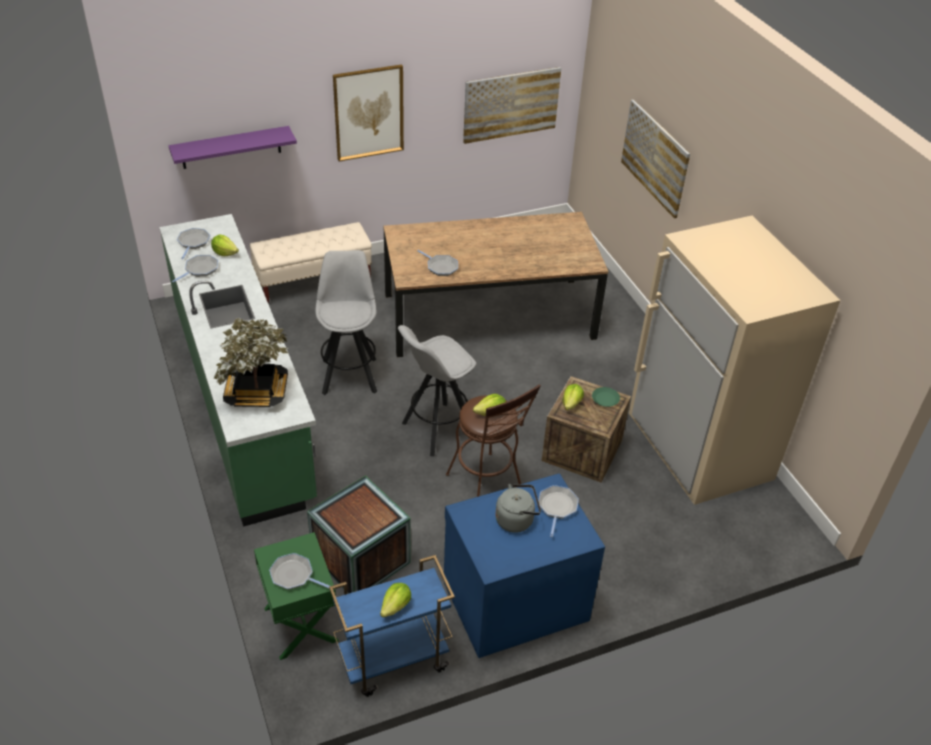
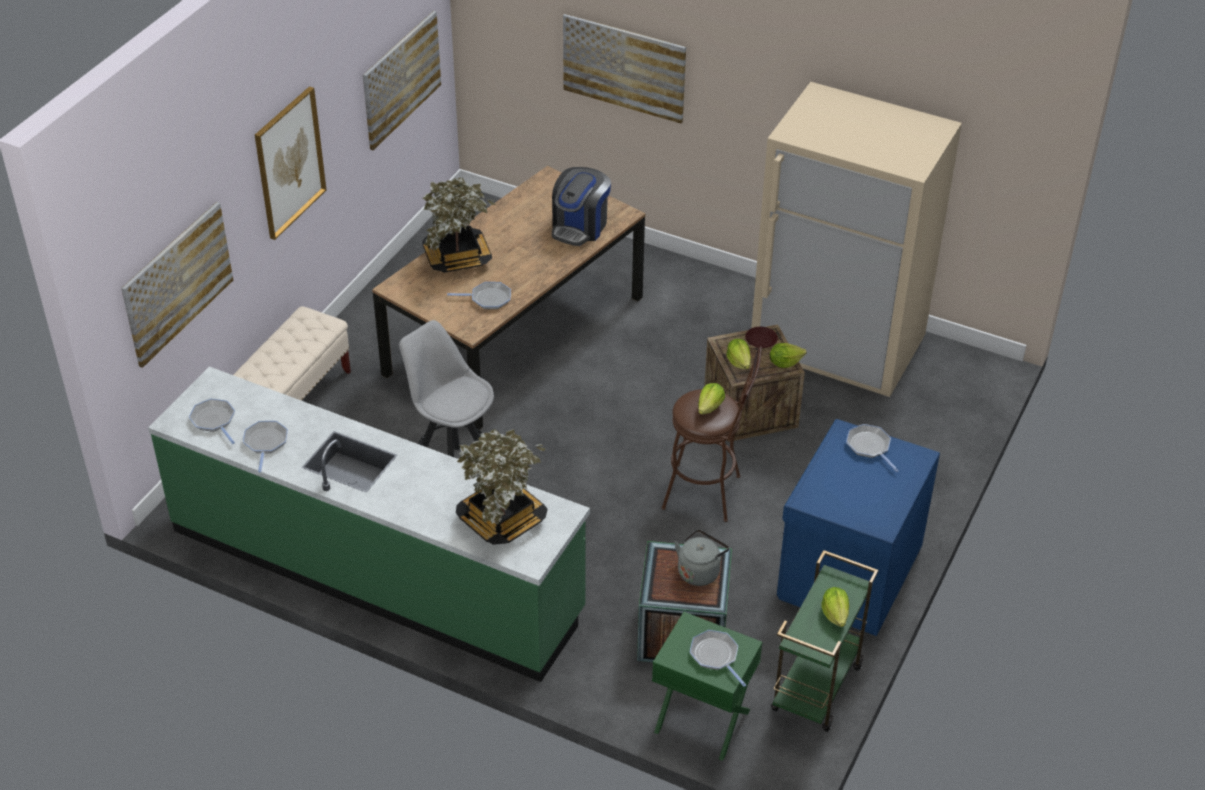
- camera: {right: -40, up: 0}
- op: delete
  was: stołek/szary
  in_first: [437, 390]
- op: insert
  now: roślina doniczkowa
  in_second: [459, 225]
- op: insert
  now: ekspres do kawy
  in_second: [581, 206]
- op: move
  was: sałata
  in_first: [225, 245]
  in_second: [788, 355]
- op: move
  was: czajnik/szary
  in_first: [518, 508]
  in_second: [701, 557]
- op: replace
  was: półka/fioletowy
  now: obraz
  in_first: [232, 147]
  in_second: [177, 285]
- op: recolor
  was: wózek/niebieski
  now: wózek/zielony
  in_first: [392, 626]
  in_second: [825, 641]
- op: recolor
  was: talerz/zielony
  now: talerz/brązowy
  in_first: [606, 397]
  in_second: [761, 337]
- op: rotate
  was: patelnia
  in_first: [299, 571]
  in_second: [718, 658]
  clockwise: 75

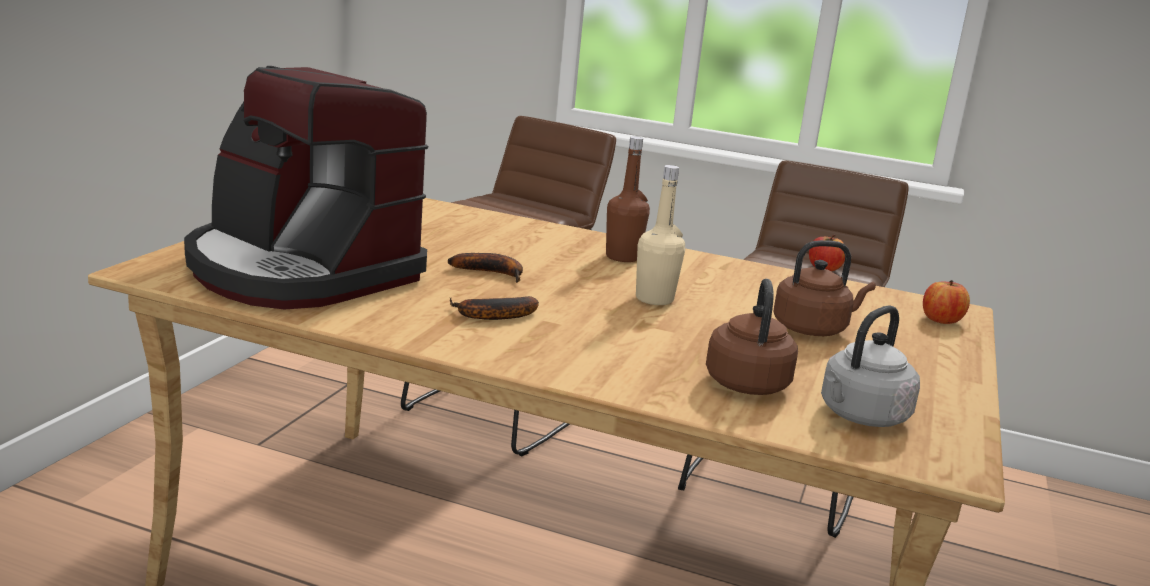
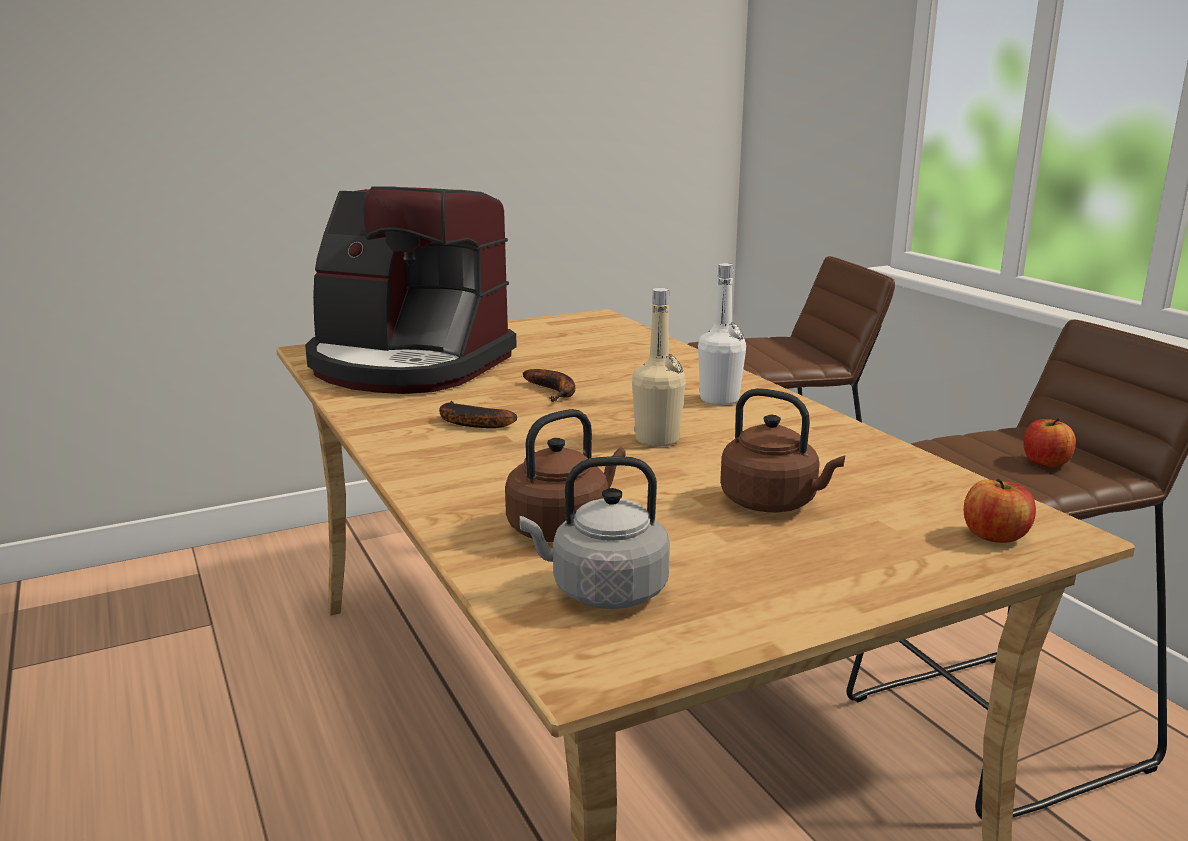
- camera: {right: 45, up: 0}
- op: recolor
  was: butelka/brązowy
  now: butelka/biały
  in_first: [628, 199]
  in_second: [722, 334]
- op: rotate
  was: ekspres do kawy
  in_first: [306, 188]
  in_second: [411, 290]
  clockwise: -60

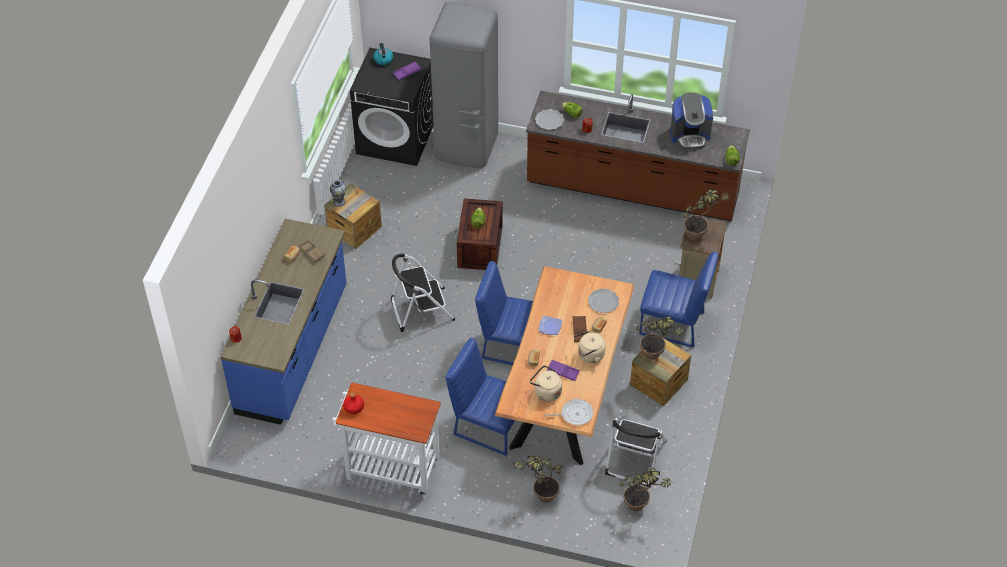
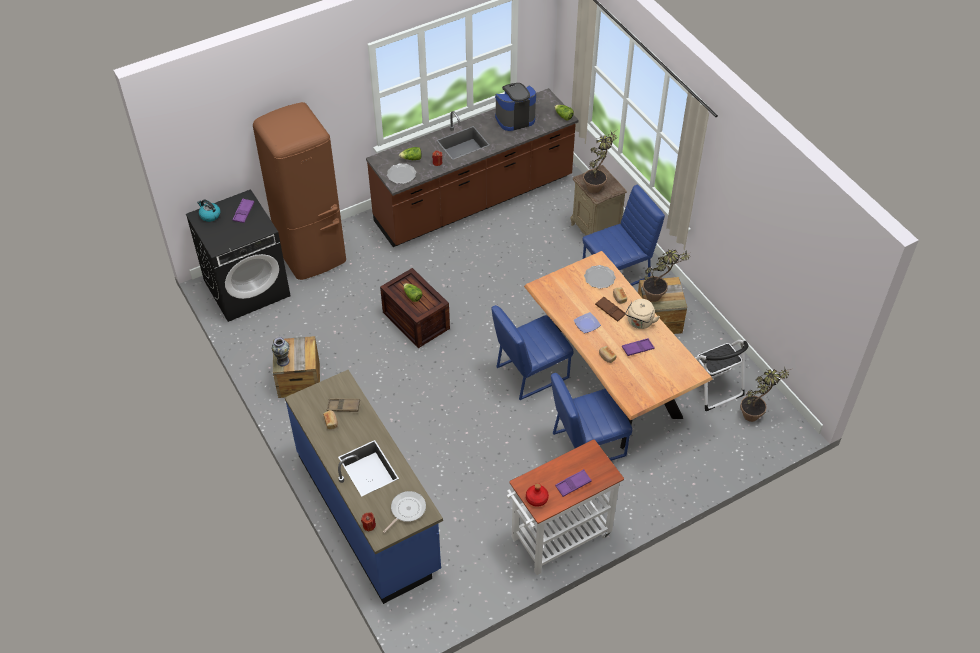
- camera: {right: -45, up: 0}
- op: delete
  was: drabinka
  in_first: [423, 293]
- op: delete
  was: roślina doniczkowa
  in_first: [537, 479]
- op: delete
  was: czajnik/beżowy
  in_first: [546, 383]
- op: insert
  now: taca/fioletowy
  in_second: [573, 483]
- op: move
  was: patelnia
  in_first: [568, 412]
  in_second: [404, 512]
- op: recolor
  was: lodówka/szary
  now: lodówka/brązowy
  in_first: [464, 85]
  in_second: [299, 191]
- op: rotate
  was: ekspres do kawy
  in_first: [691, 120]
  in_second: [515, 107]
  clockwise: -150

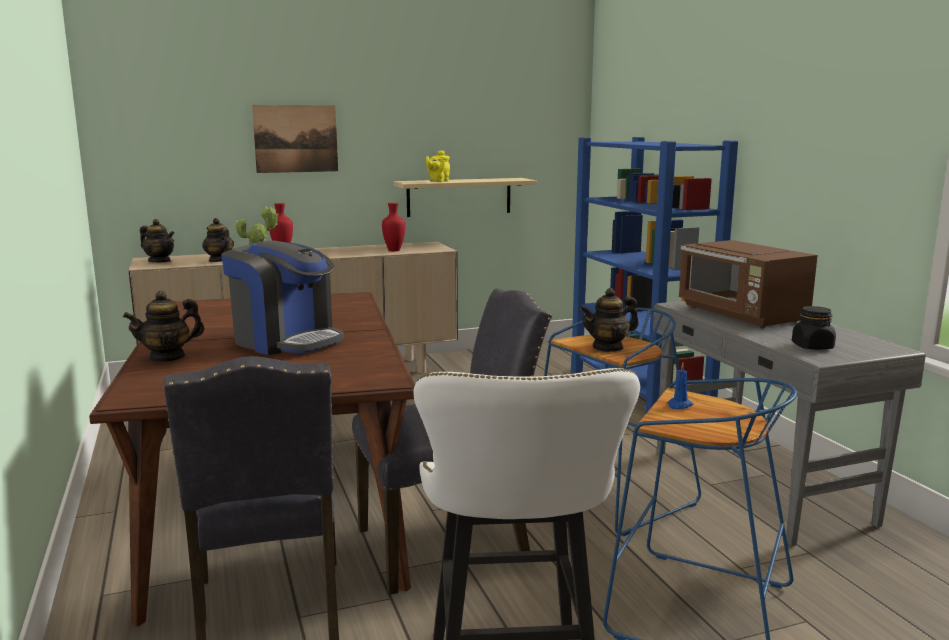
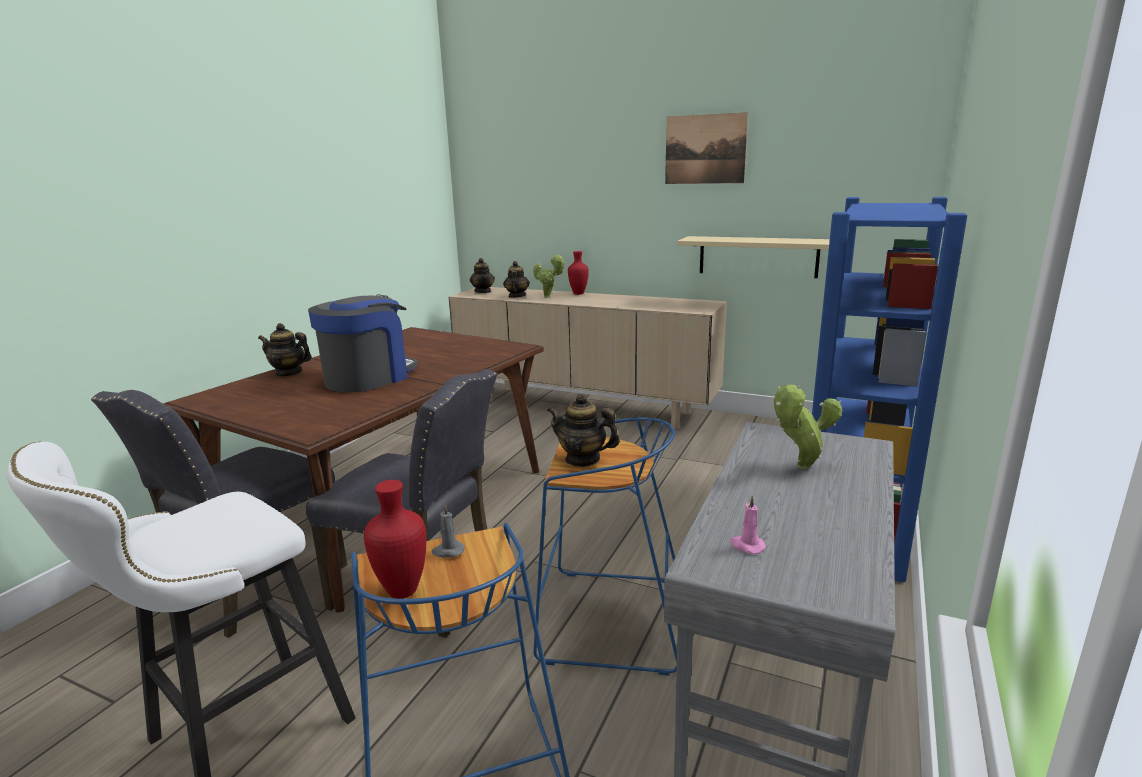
- camera: {right: 45, up: 5}
- op: delete
  was: imbryk/żółty
  in_first: [438, 166]
- op: move
  was: obraz
  in_first: [295, 139]
  in_second: [706, 148]
- op: move
  was: wazon/czerwony
  in_first: [393, 227]
  in_second: [395, 539]
- op: replace
  was: mikrofalówka/brązowy
  now: roślina doniczkowa
  in_first: [748, 284]
  in_second: [808, 427]
- op: replace
  was: słoik/czarny
  now: świeca/różowy
  in_first: [814, 328]
  in_second: [748, 525]
- op: recolor
  was: świeca/niebieski
  now: świeca/szary
  in_first: [680, 386]
  in_second: [448, 530]
- op: rotate
  was: ekspres do kawy
  in_first: [282, 297]
  in_second: [363, 343]
  clockwise: -135

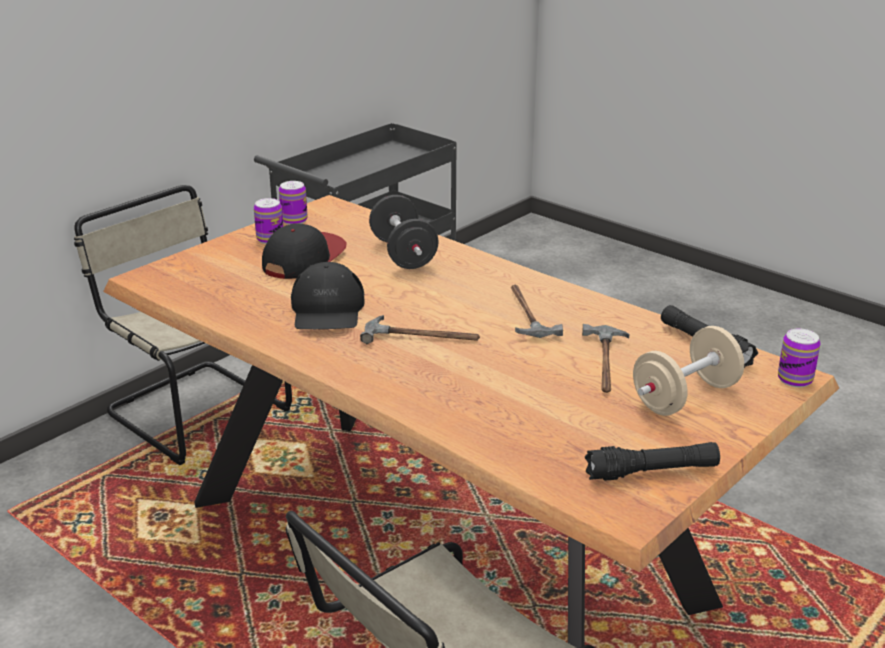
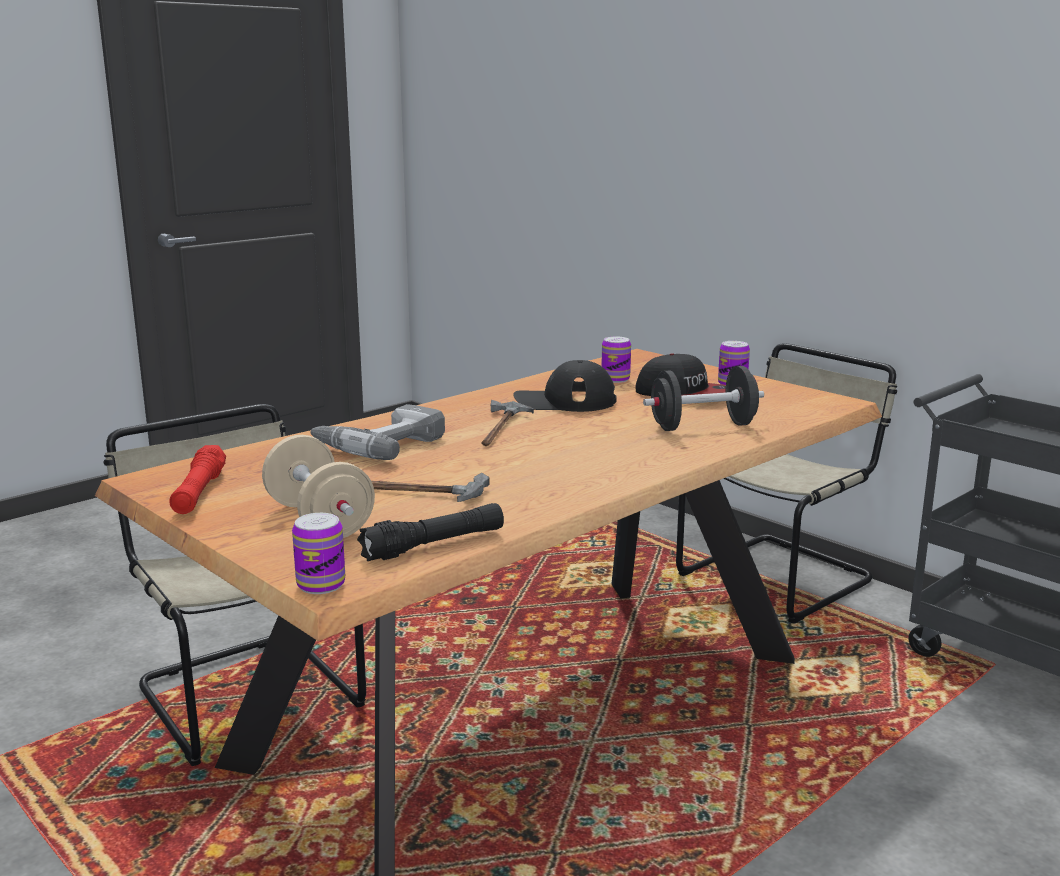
- camera: {right: 95, up: -10}
- op: delete
  was: młotek
  in_first: [537, 311]
- op: insert
  now: wiertarka
  in_second: [377, 432]
- op: move
  was: puszka
  in_first: [293, 203]
  in_second: [616, 360]
- op: recolor
  was: latarka/czarny
  now: latarka/czerwony
  in_first: [652, 461]
  in_second: [197, 479]

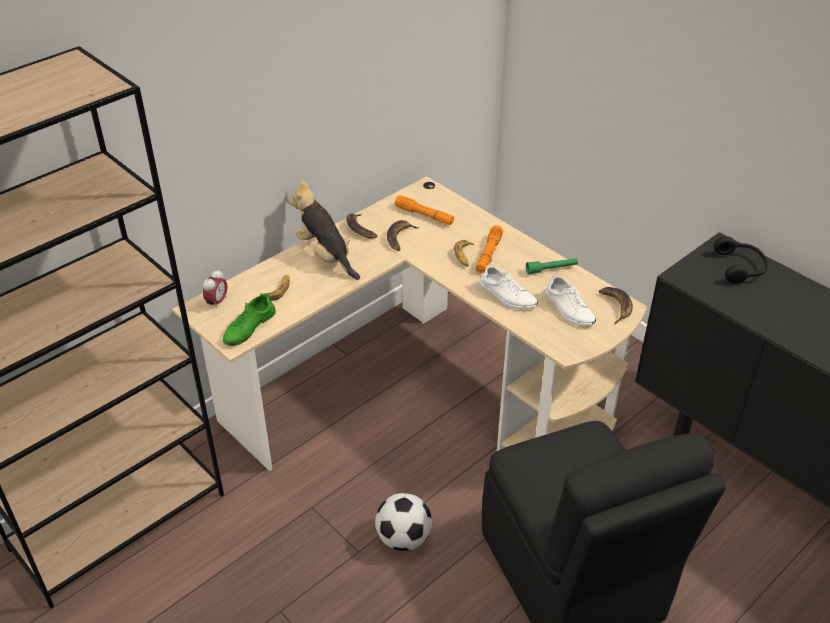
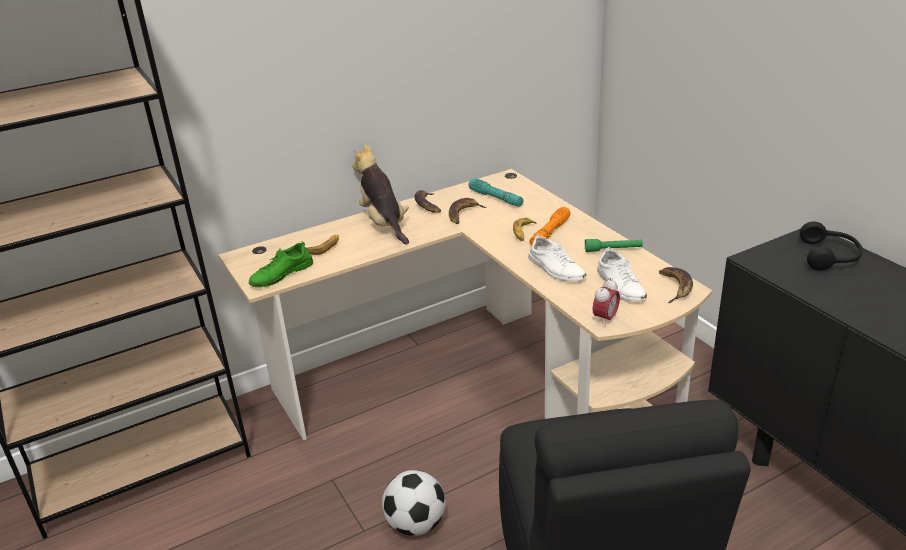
- camera: {right: 15, up: -10}
- op: move
  was: budzik
  in_first: [215, 289]
  in_second: [606, 302]
- op: recolor
  was: latarka/pomarańczowy
  now: latarka/turkusowy
  in_first: [424, 210]
  in_second: [496, 192]

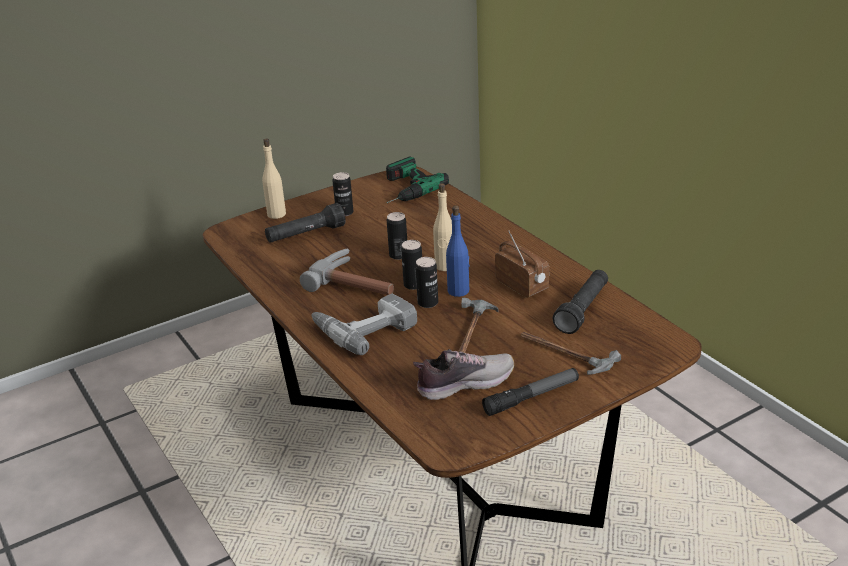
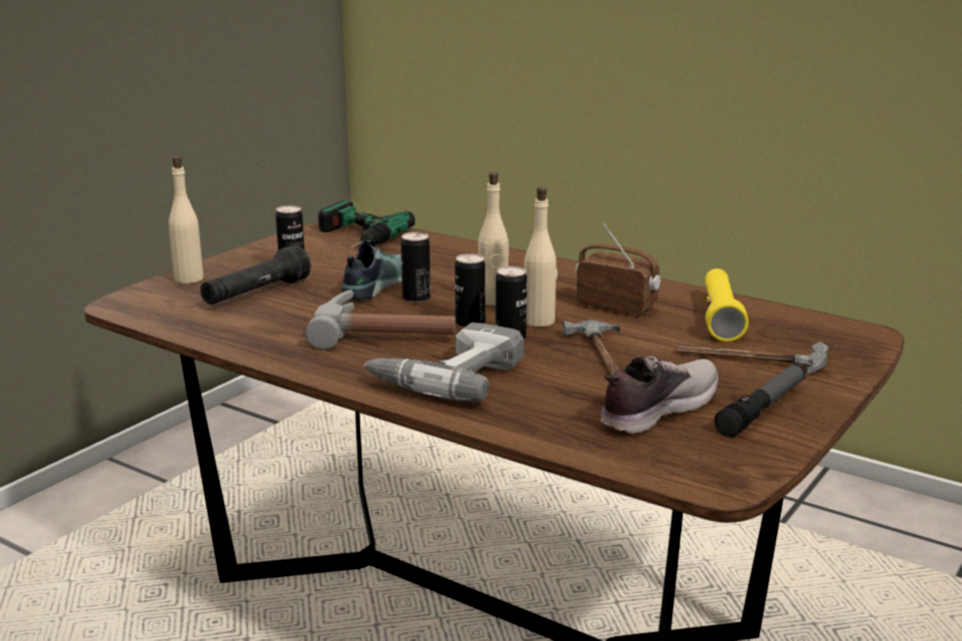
- camera: {right: -25, up: -10}
- op: insert
  now: but
  in_second: [371, 270]
- op: recolor
  was: butelka/niebieski
  now: butelka/beżowy
  in_first: [458, 251]
  in_second: [540, 257]
- op: recolor
  was: latarka/czarny
  now: latarka/żółty
  in_first: [580, 302]
  in_second: [727, 305]

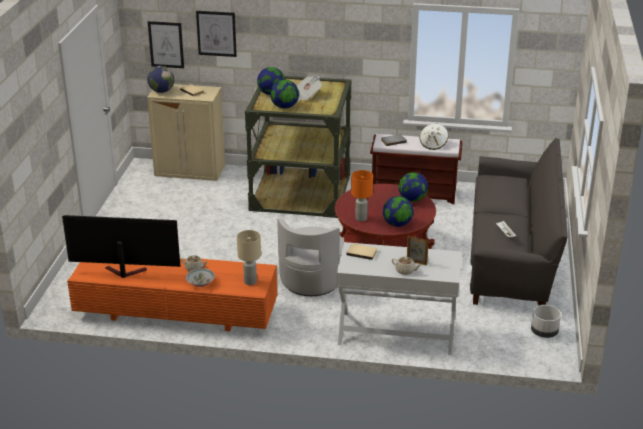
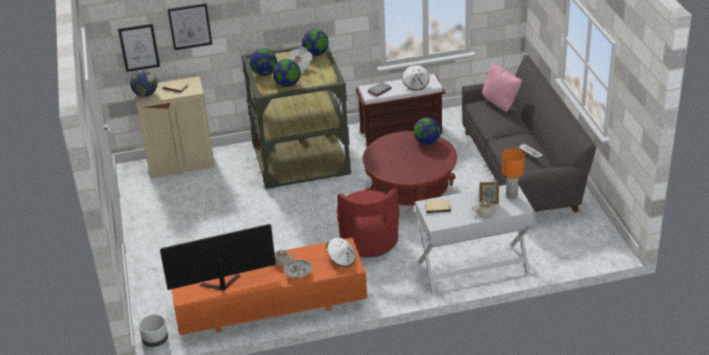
- camera: {right: -20, up: 5}
- op: insert
  now: poduszka/różowy
  in_second: [502, 87]
- op: move
  was: lampa stołowa/pomarańczowy
  in_first: [362, 196]
  in_second: [513, 174]
- op: move
  was: globus
  in_first: [398, 211]
  in_second: [315, 42]
- op: move
  was: donica/biały
  in_first: [546, 321]
  in_second: [153, 330]
- op: replace
  was: lampa stołowa/beżowy
  now: kapelusz/biały
  in_first: [249, 257]
  in_second: [341, 252]
- op: recolor
  was: fotel/biały
  now: fotel/czerwony
  in_first: [311, 257]
  in_second: [367, 222]

